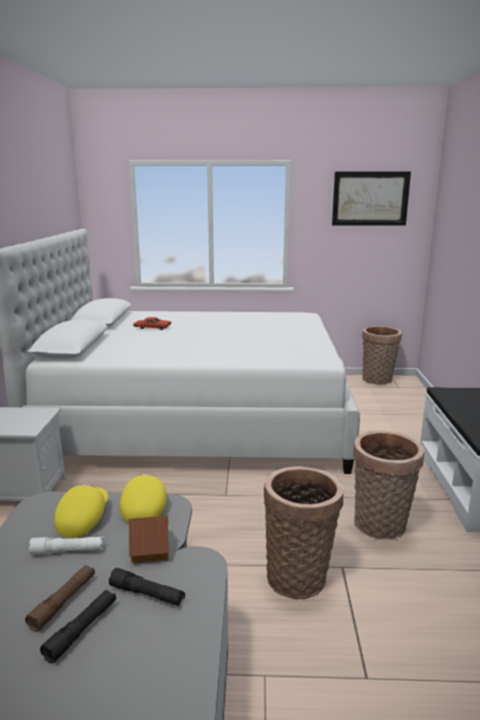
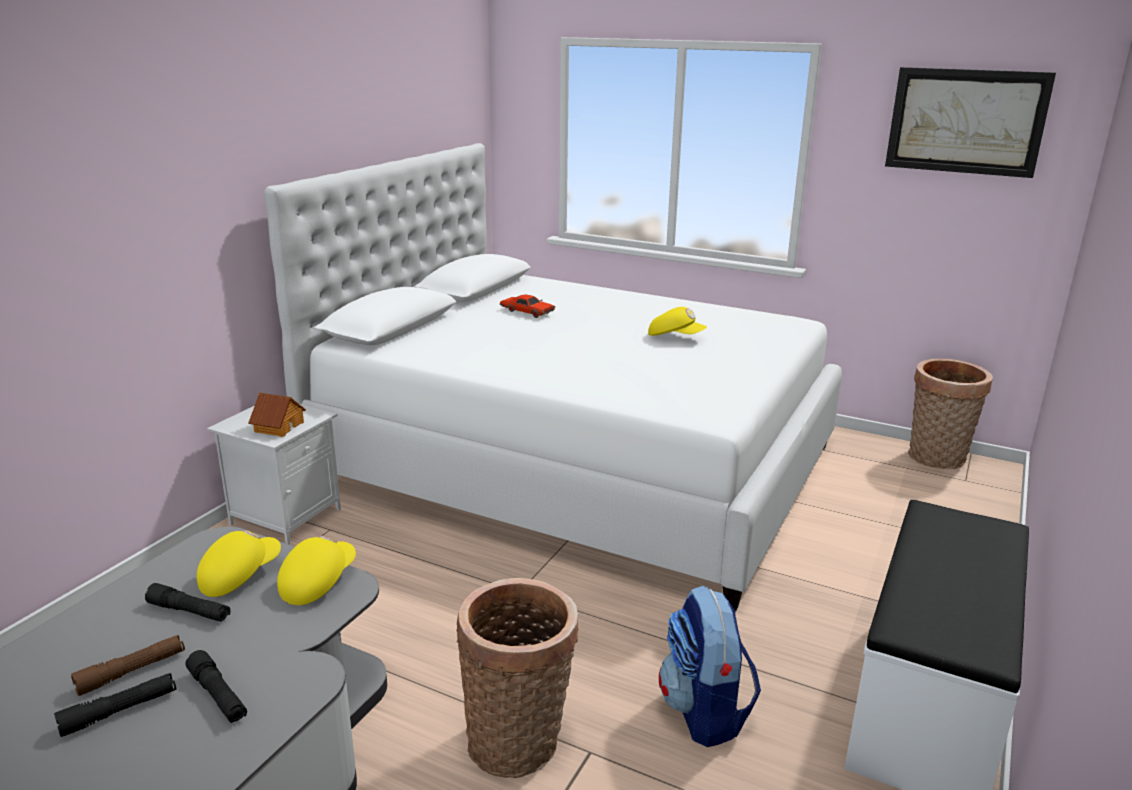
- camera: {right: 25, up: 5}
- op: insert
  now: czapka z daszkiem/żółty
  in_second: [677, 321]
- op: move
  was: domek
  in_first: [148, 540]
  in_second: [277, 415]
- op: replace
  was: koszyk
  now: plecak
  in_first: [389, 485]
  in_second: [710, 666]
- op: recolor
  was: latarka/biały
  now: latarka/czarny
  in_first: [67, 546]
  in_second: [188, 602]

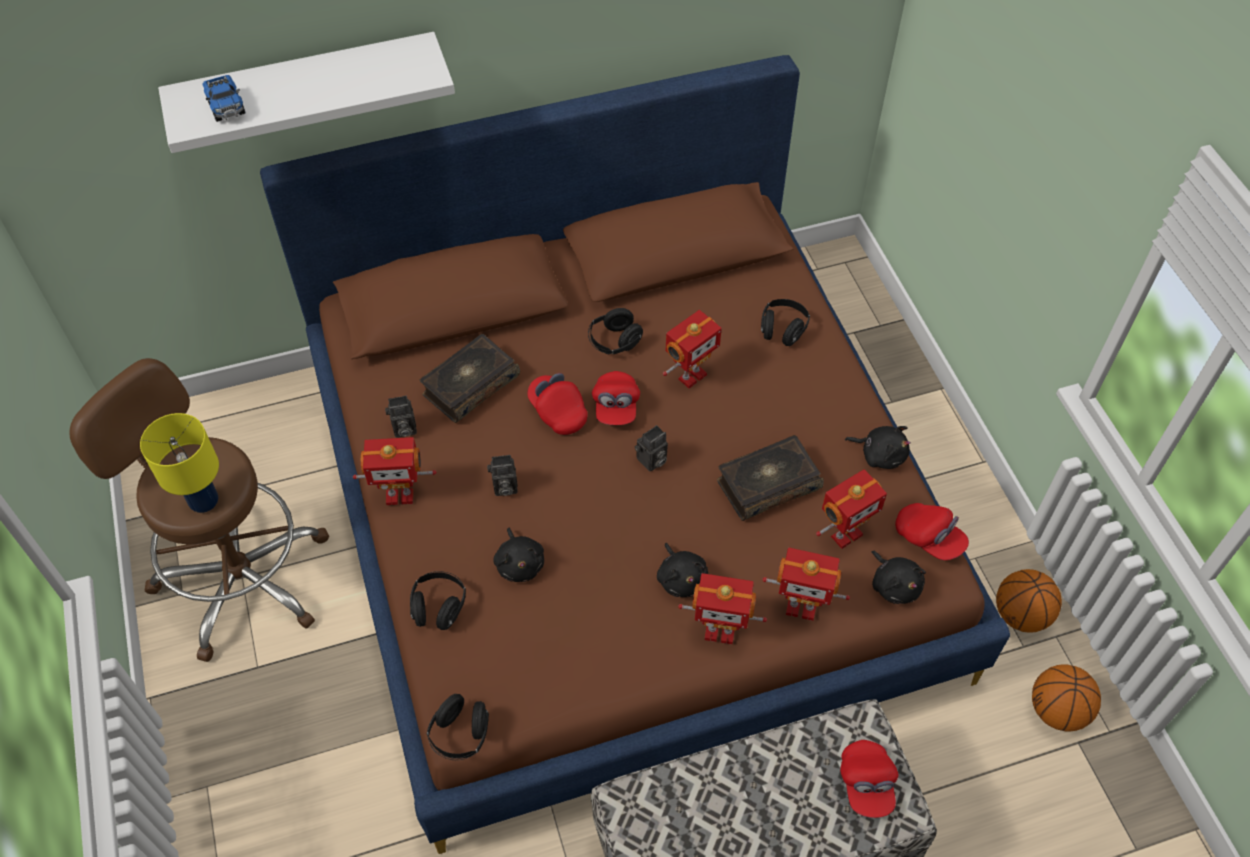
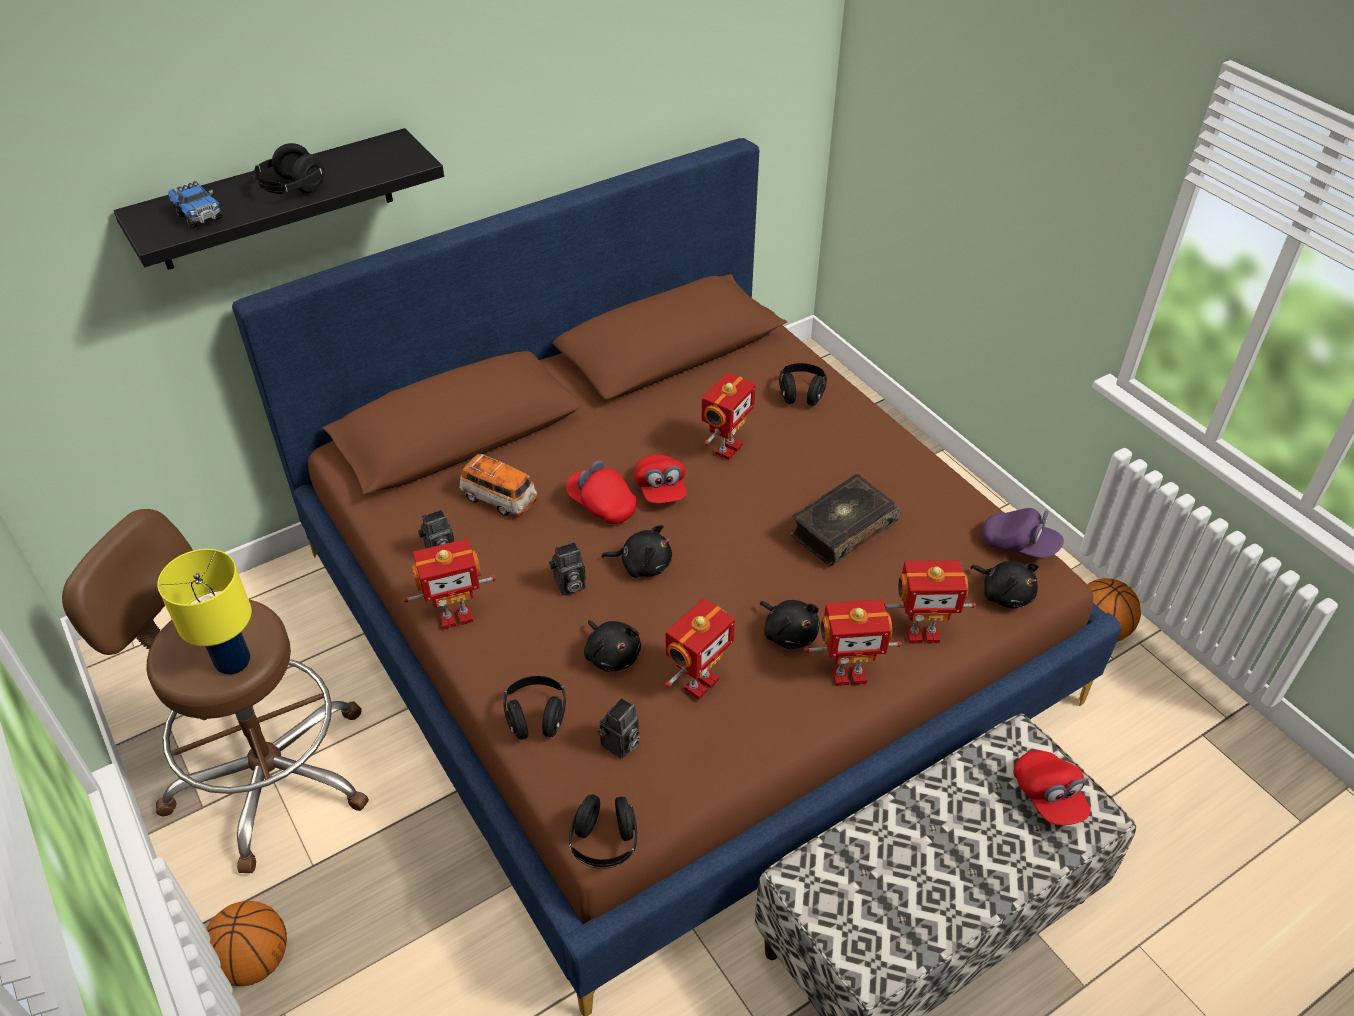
- camera: {right: -15, up: -10}
- op: move
  was: słuchawki/czarny
  in_first: [615, 331]
  in_second: [288, 168]
- op: move
  was: aparat fotograficzny
  in_first: [651, 448]
  in_second: [619, 728]
- op: move
  was: robot zabawkowy
  in_first: [851, 509]
  in_second: [700, 649]
- op: move
  was: pluszak/czarny
  in_first: [878, 447]
  in_second: [636, 551]
- op: move
  was: piłka do koszykówki
  in_first: [1066, 697]
  in_second: [246, 943]
- op: replace
  was: książka
  now: samochodzik
  in_first: [470, 378]
  in_second: [498, 485]
- op: recolor
  was: półka/biały
  now: półka/czarny
  in_first: [306, 92]
  in_second: [279, 199]
- op: recolor
  was: czapka z daszkiem/czerwony
  now: czapka z daszkiem/fioletowy
  in_first: [932, 531]
  in_second: [1023, 533]

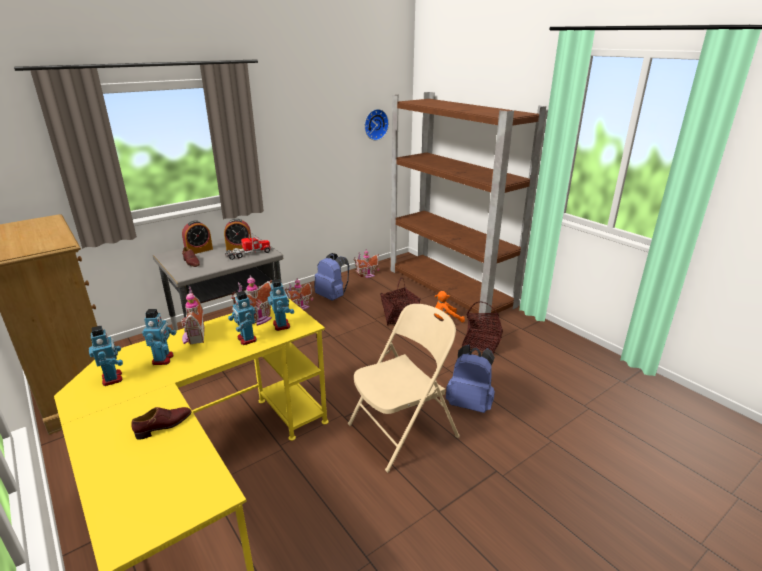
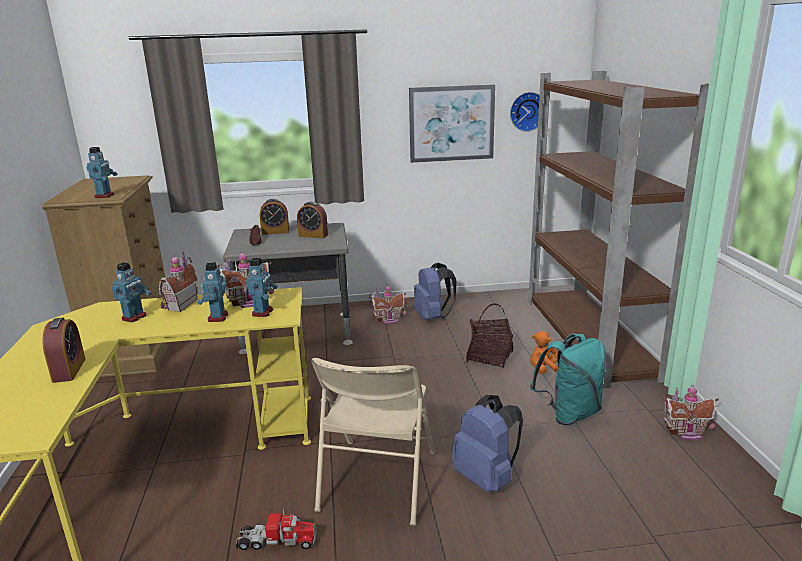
- camera: {right: 30, up: -5}
- op: insert
  now: obraz
  in_second: [452, 124]
- op: move
  was: robot zabawkowy
  in_first: [106, 356]
  in_second: [102, 172]
- op: move
  was: ciężarówka zabawkowa
  in_first: [248, 247]
  in_second: [276, 529]
- op: move
  was: domek
  in_first: [367, 263]
  in_second: [691, 412]
- op: replace
  was: but/brązowy
  now: budzik
  in_first: [161, 423]
  in_second: [64, 350]
- op: replace
  was: koszyk
  now: plecak/turkusowy
  in_first: [482, 328]
  in_second: [568, 379]
- op: rotate
  was: krzesło/beżowy
  in_first: [404, 388]
  in_second: [373, 442]
  clockwise: 105

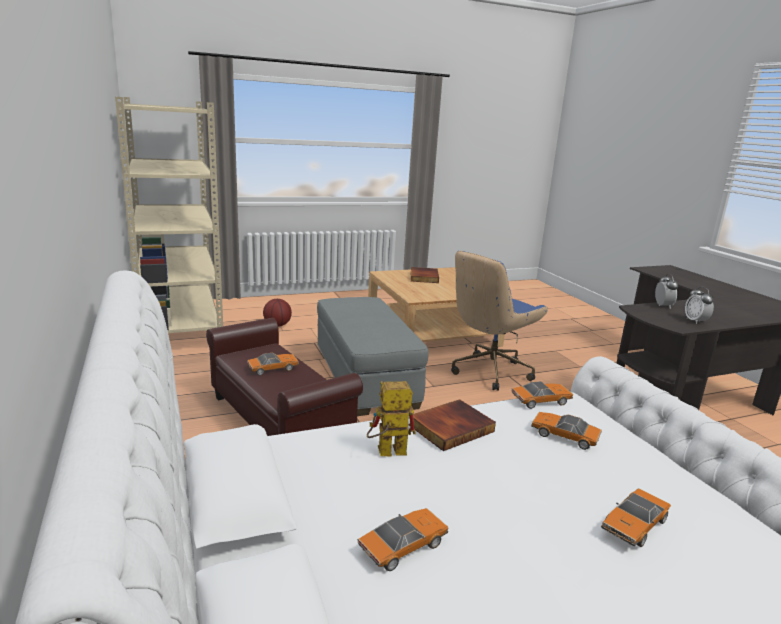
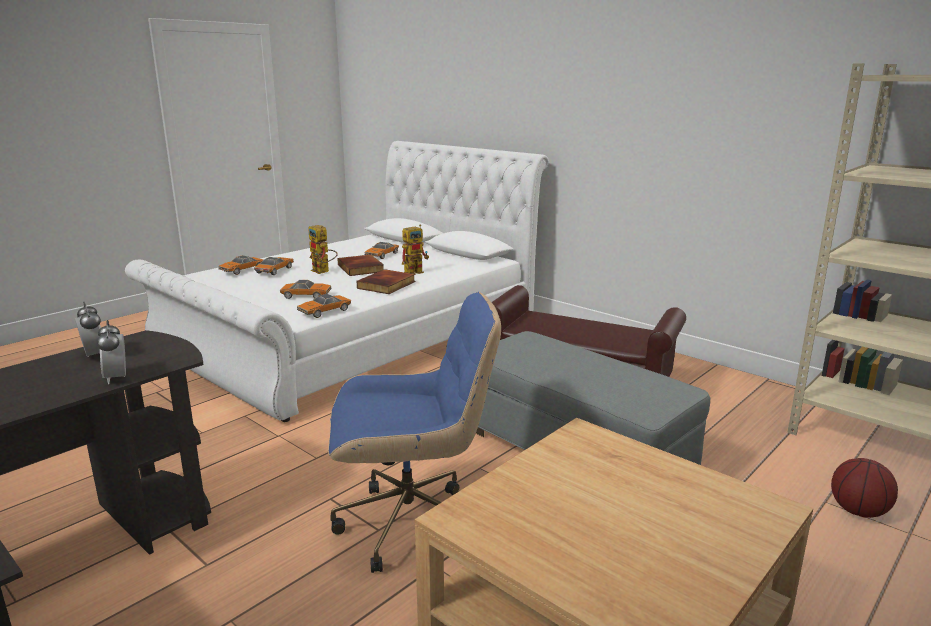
- camera: {right: 155, up: 0}
- op: insert
  now: robot zabawkowy
  in_second: [323, 249]
- op: move
  was: samochodzik
  in_first: [273, 364]
  in_second: [241, 265]
- op: move
  was: książka
  in_first: [425, 275]
  in_second: [361, 265]
- op: rotate
  was: krzesło biurowe/niebieski
  in_first: [499, 321]
  in_second: [414, 432]
  clockwise: 60

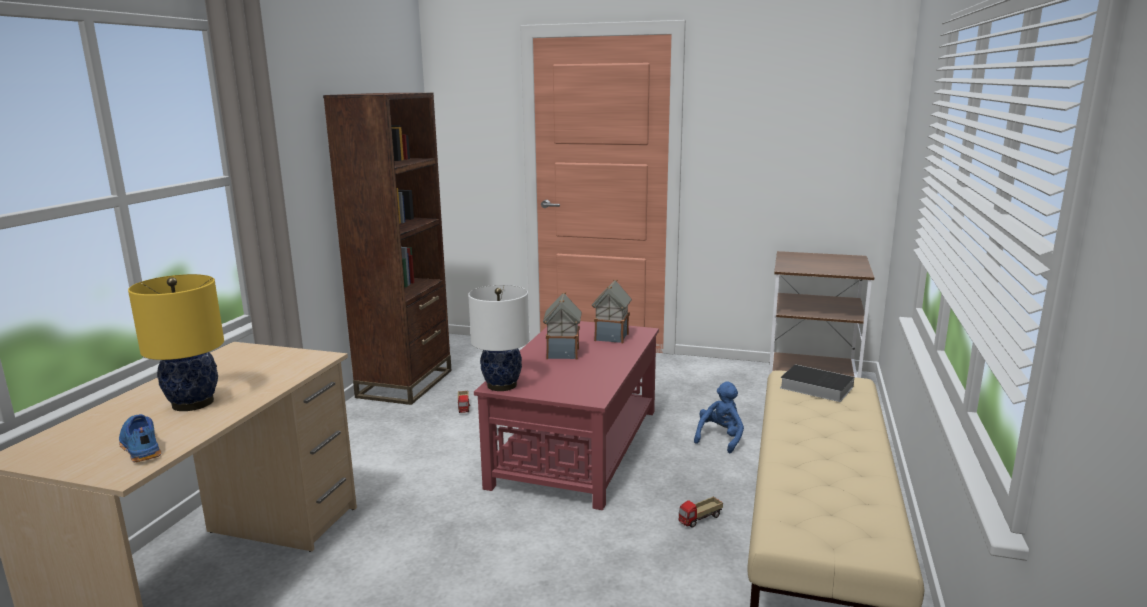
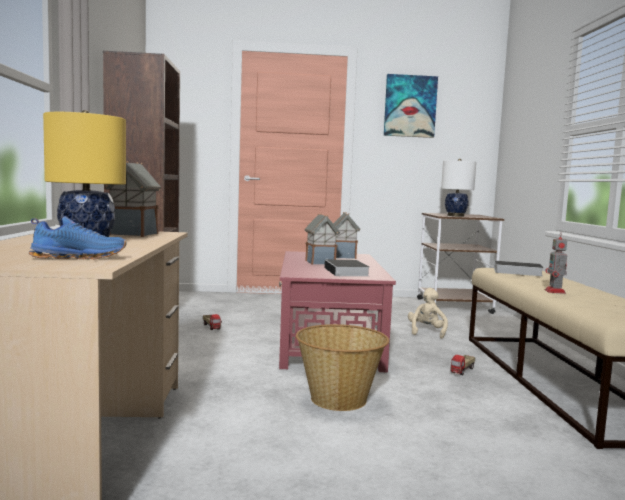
- camera: {right: -20, up: -10}
- op: insert
  now: domek
  in_second: [132, 199]
- op: insert
  now: koszyk
  in_second: [342, 367]
- op: insert
  now: książka
  in_second: [346, 269]
- op: insert
  now: obraz
  in_second: [411, 106]
- op: insert
  now: robot zabawkowy
  in_second: [556, 263]
- op: move
  was: lampa stołowa/biały
  in_first: [498, 338]
  in_second: [458, 188]
- op: recolor
  was: pluszak/niebieski
  now: pluszak/beżowy
  in_first: [719, 417]
  in_second: [428, 313]
- op: rotate
  was: but/niebieski
  in_first: [140, 438]
  in_second: [78, 237]
  clockwise: 135

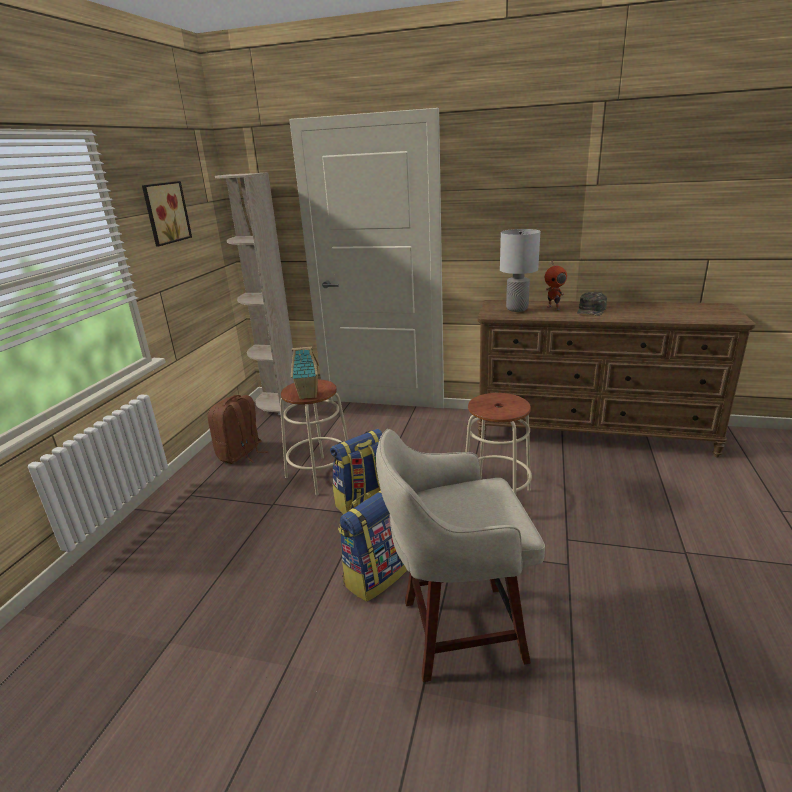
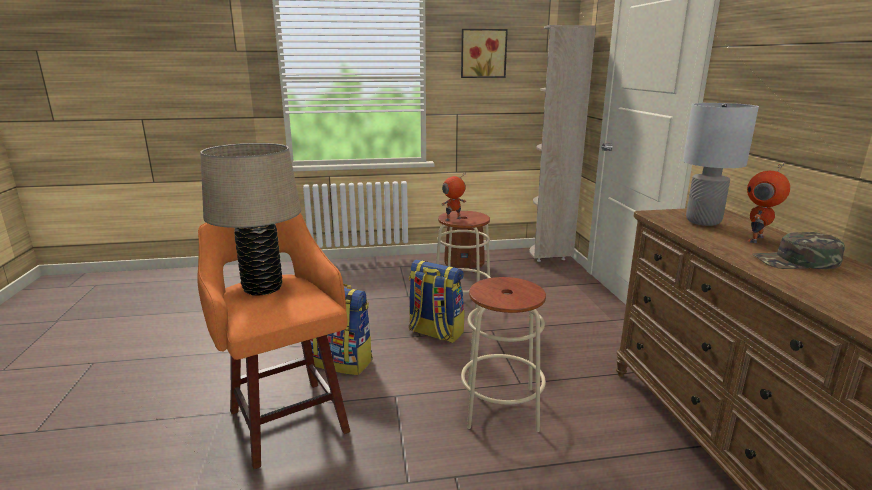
- camera: {right: 65, up: -5}
- op: insert
  now: lampa stołowa/beżowy
  in_second: [250, 219]
- op: replace
  was: domek
  now: robot zabawkowy
  in_first: [305, 373]
  in_second: [453, 197]
- op: recolor
  was: stołek/beżowy
  now: stołek/pomarańczowy
  in_first: [460, 555]
  in_second: [273, 341]

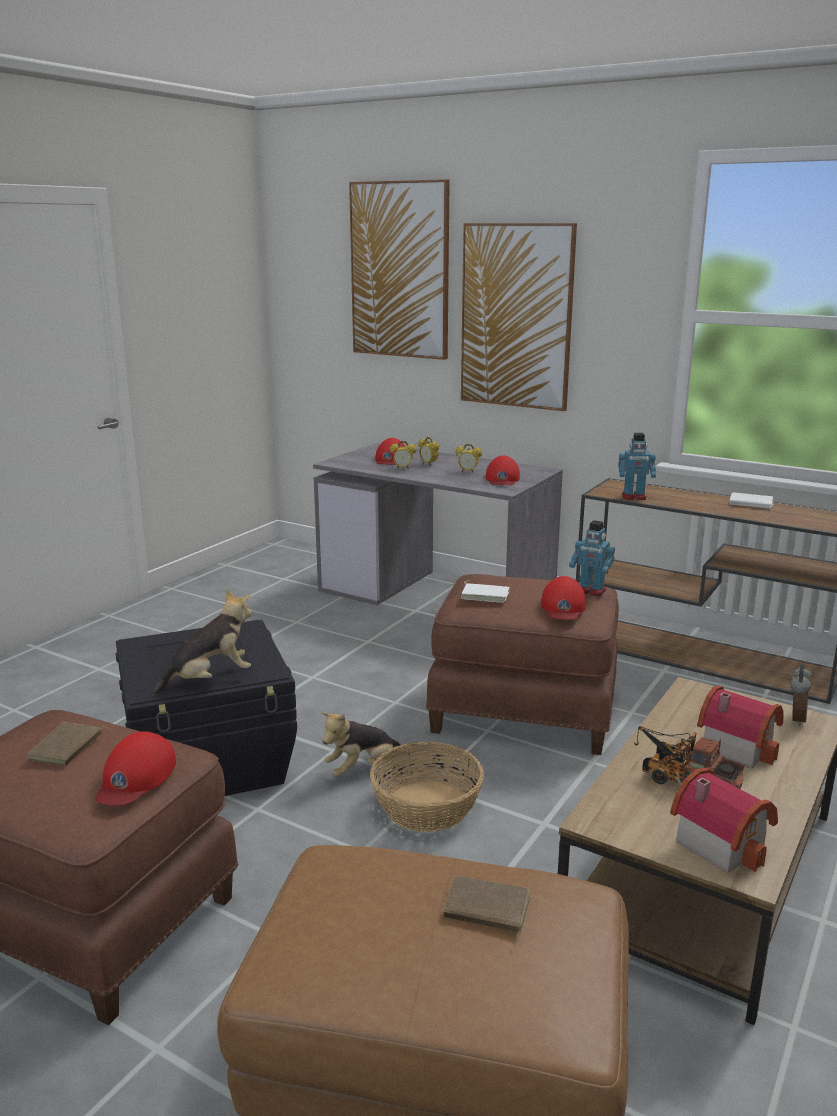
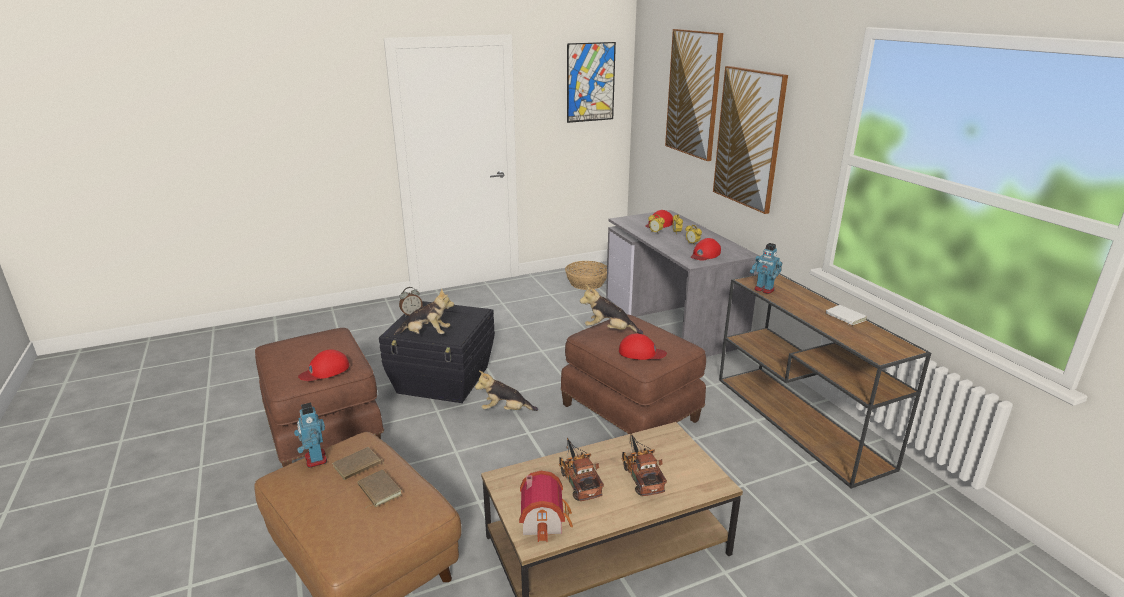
- camera: {right: 35, up: 5}
- op: insert
  now: obraz
  in_second: [591, 82]
- op: move
  was: książka/brązowy
  in_first: [70, 744]
  in_second: [358, 463]
- op: move
  was: koszyk
  in_first: [427, 787]
  in_second: [586, 275]
- op: move
  was: robot zabawkowy
  in_first: [592, 558]
  in_second: [310, 435]
- op: move
  was: budzik
  in_first: [801, 695]
  in_second: [411, 302]
- op: replace
  was: książka/biały
  now: pluszak
  in_first: [485, 591]
  in_second: [611, 309]
- op: replace
  was: domek
  now: ciężarówka zabawkowa
  in_first: [740, 727]
  in_second: [644, 464]
- op: rotate
  was: czapka z daszkiem/czerwony
  in_first: [563, 598]
  in_second: [643, 346]
  clockwise: -120

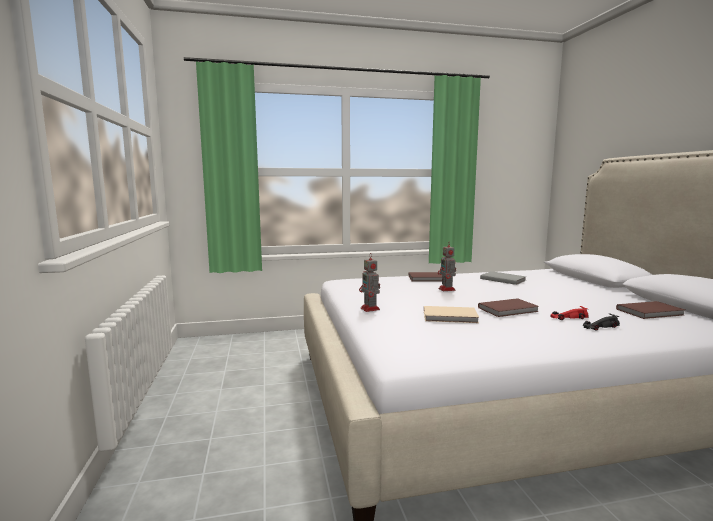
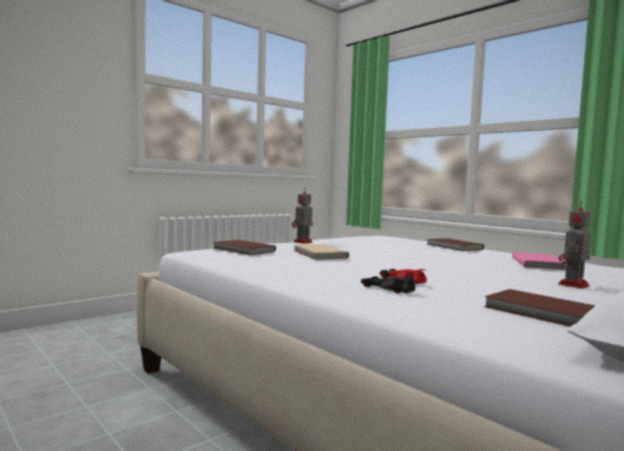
- camera: {right: 60, up: -5}
- op: move
  was: robot zabawkowy
  in_first: [447, 266]
  in_second: [574, 244]
- op: move
  was: książka/brązowy
  in_first: [508, 307]
  in_second: [244, 247]
- op: recolor
  was: książka/szary
  now: książka/różowy
  in_first: [503, 278]
  in_second: [539, 261]

